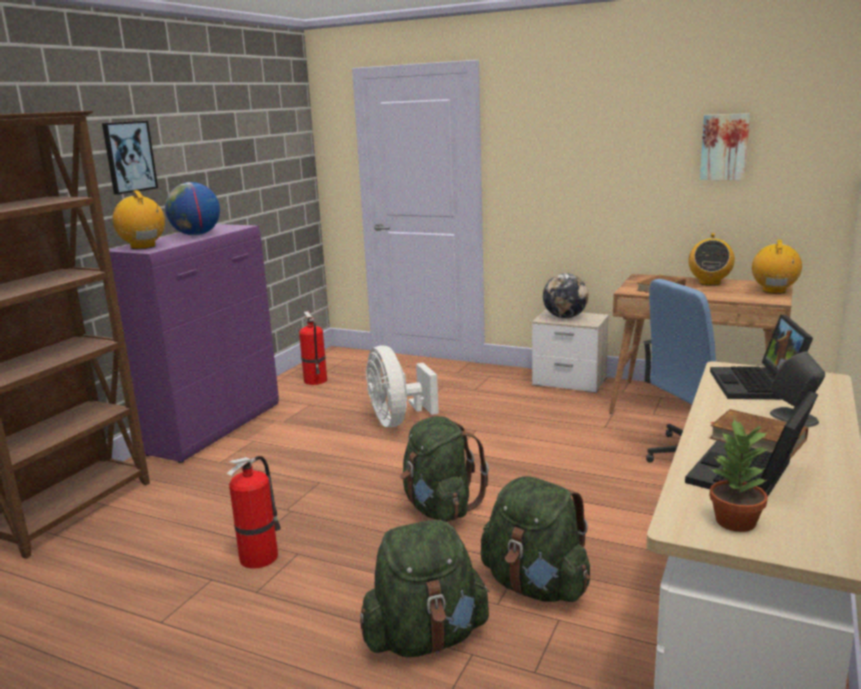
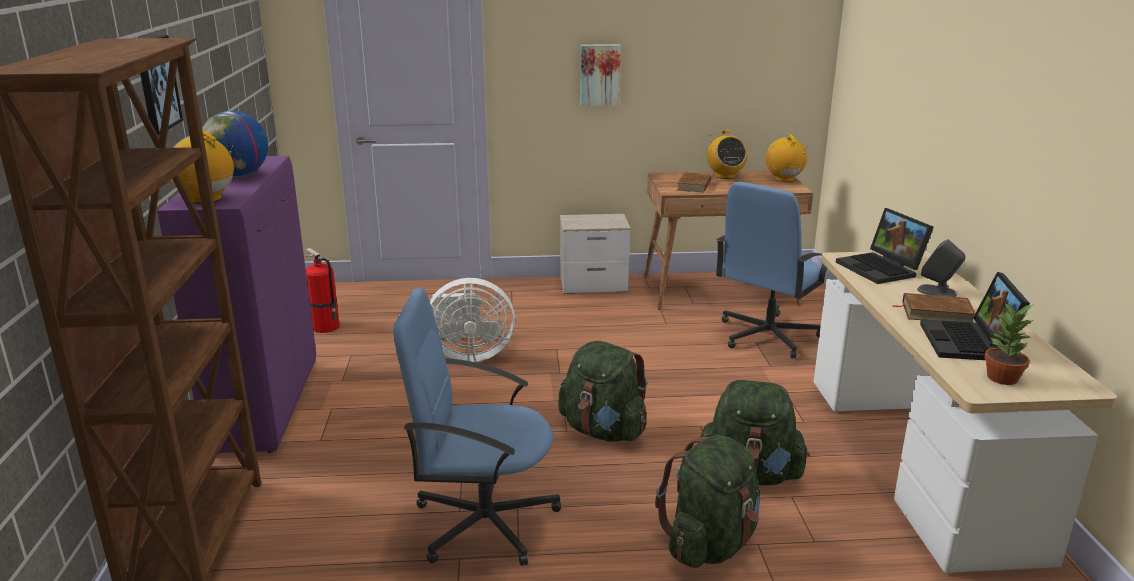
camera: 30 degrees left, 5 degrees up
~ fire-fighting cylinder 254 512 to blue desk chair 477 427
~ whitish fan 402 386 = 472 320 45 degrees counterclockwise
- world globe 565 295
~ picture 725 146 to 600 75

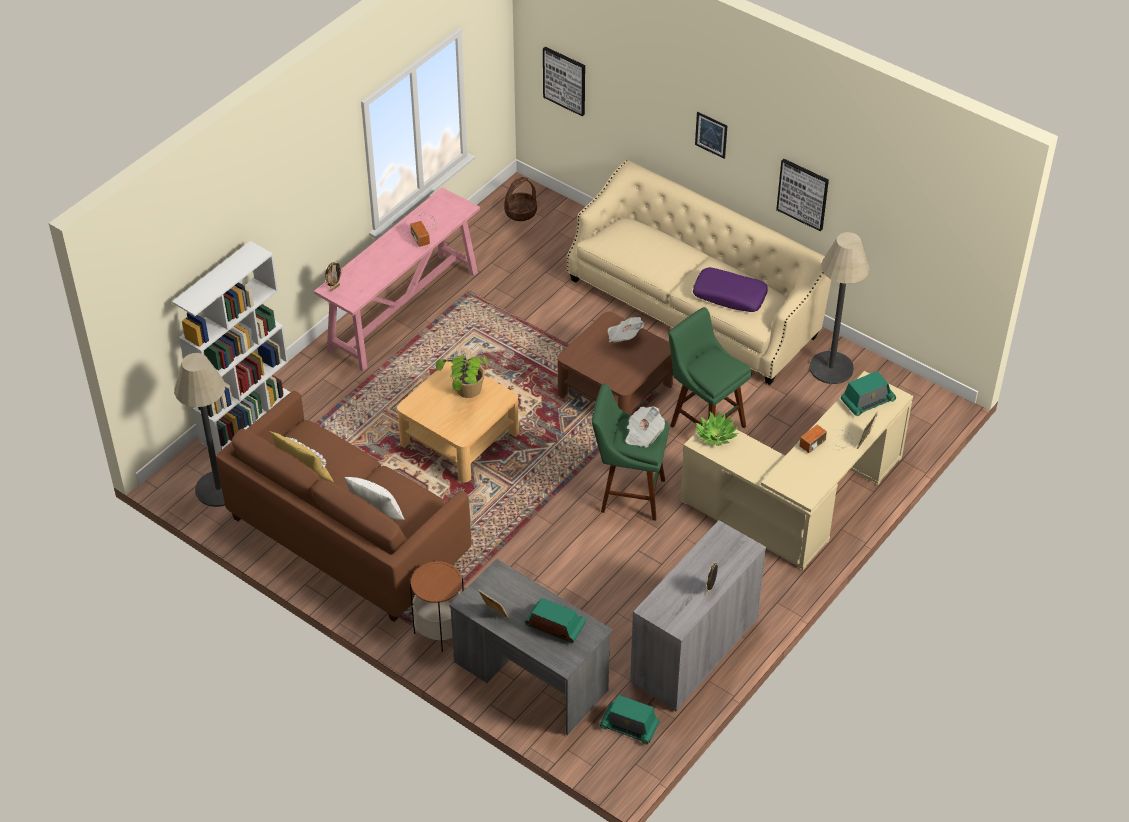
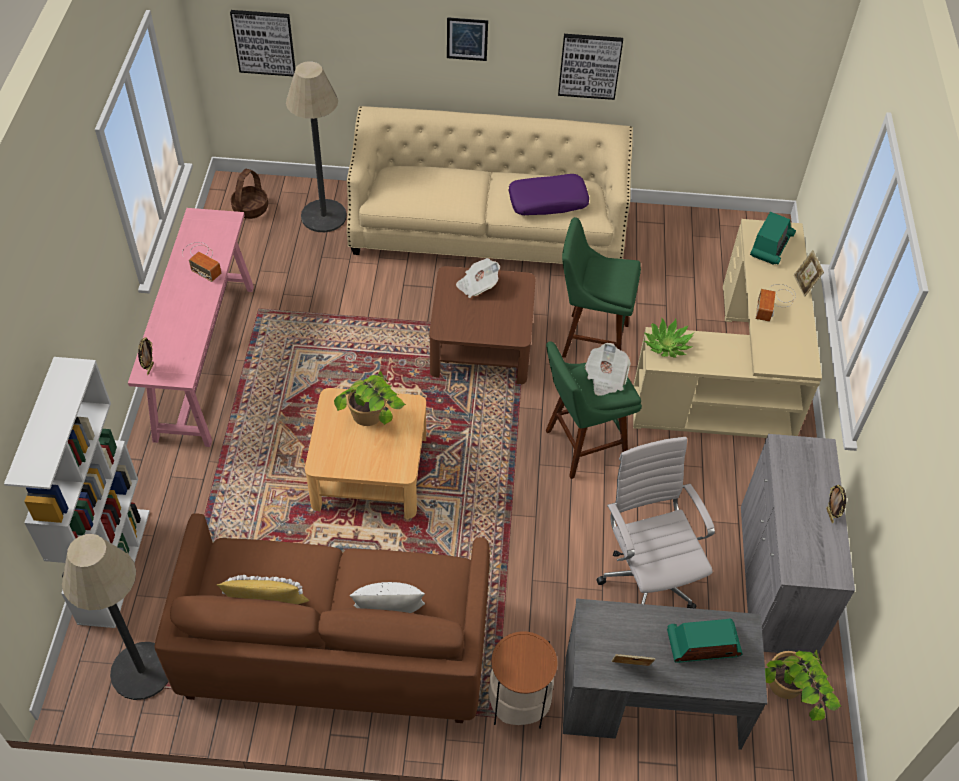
camera: 35 degrees left, 5 degrees up
~ radio receiver 630 719 to plant in a pot 803 685
~ standing lamp 839 308 to 316 146
+ whitish desk chair 655 523

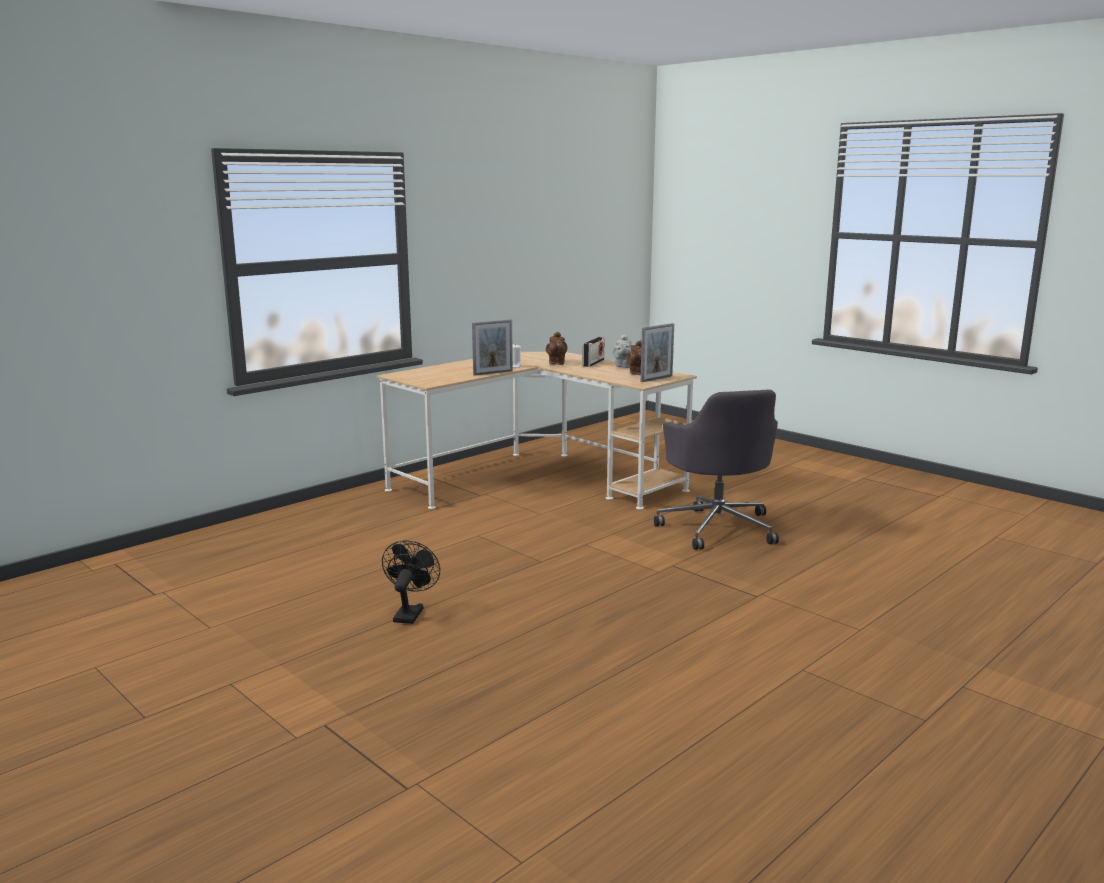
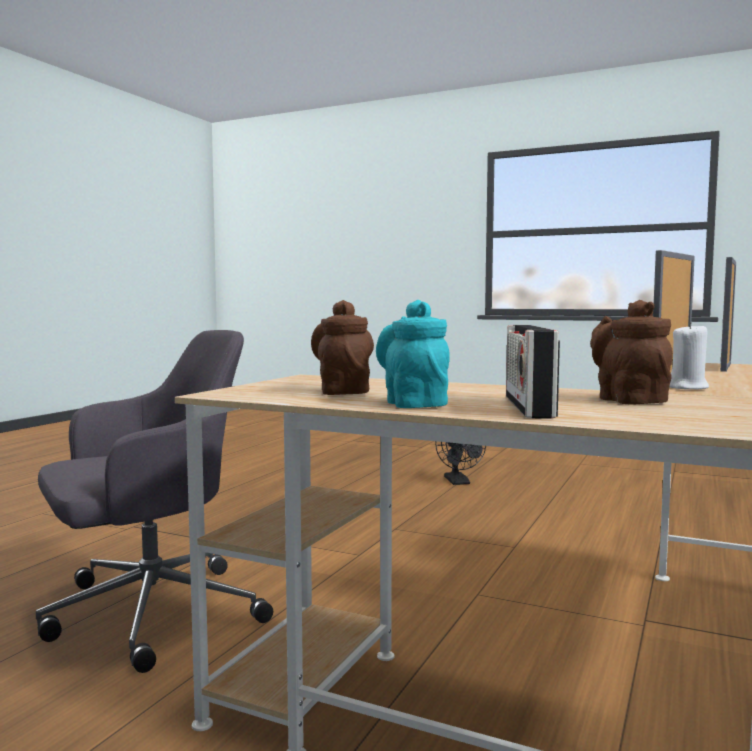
camera: 160 degrees right, 10 degrees down
~ grey teapot 623 351 to turquoise teapot 413 354
~ standing frame 657 352 to 728 314
~ grey desk chair 716 469 = 154 501 90 degrees clockwise

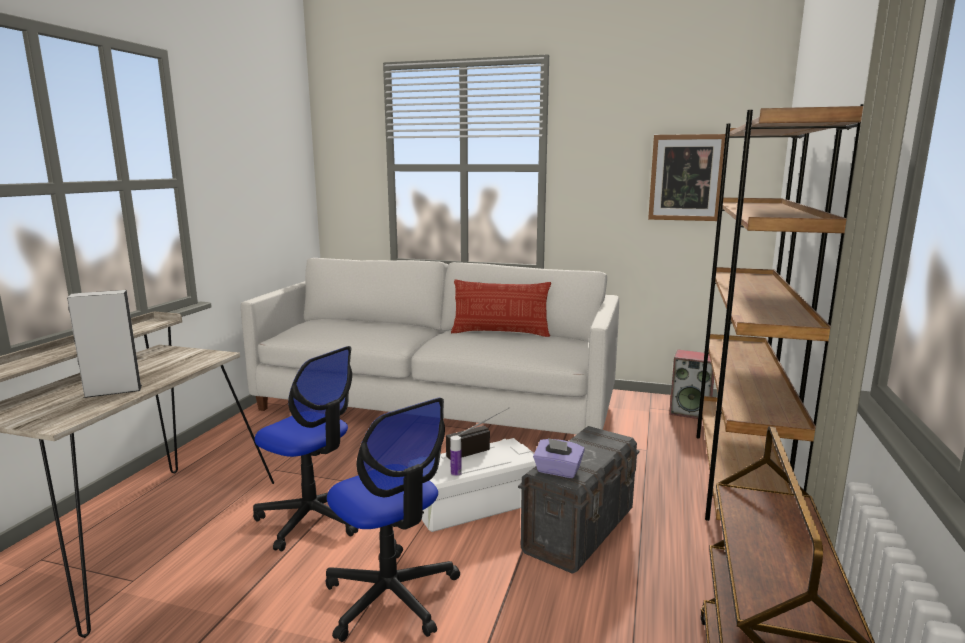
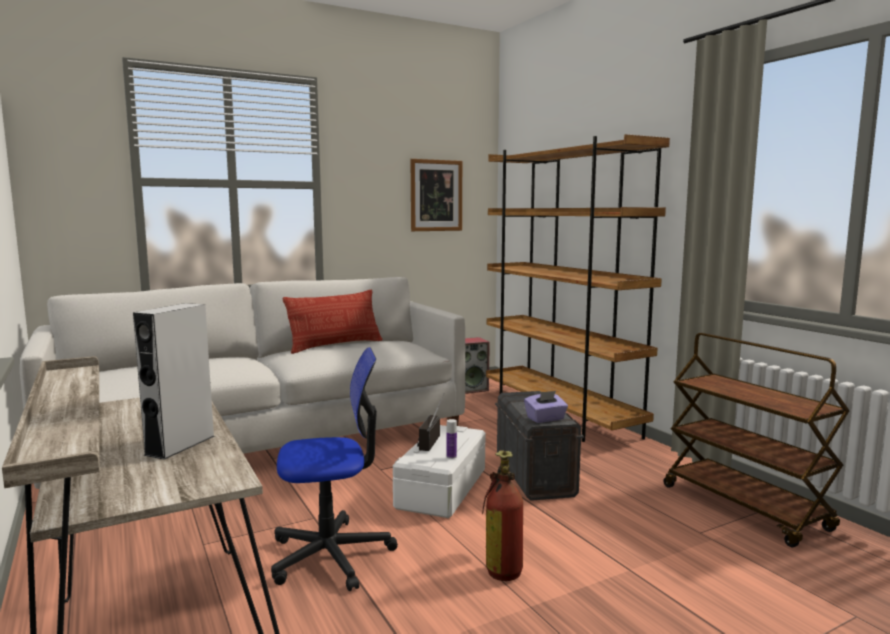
camera: 45 degrees left, 5 degrees down
~ desk chair 393 520 to fire-fighting cylinder 502 515

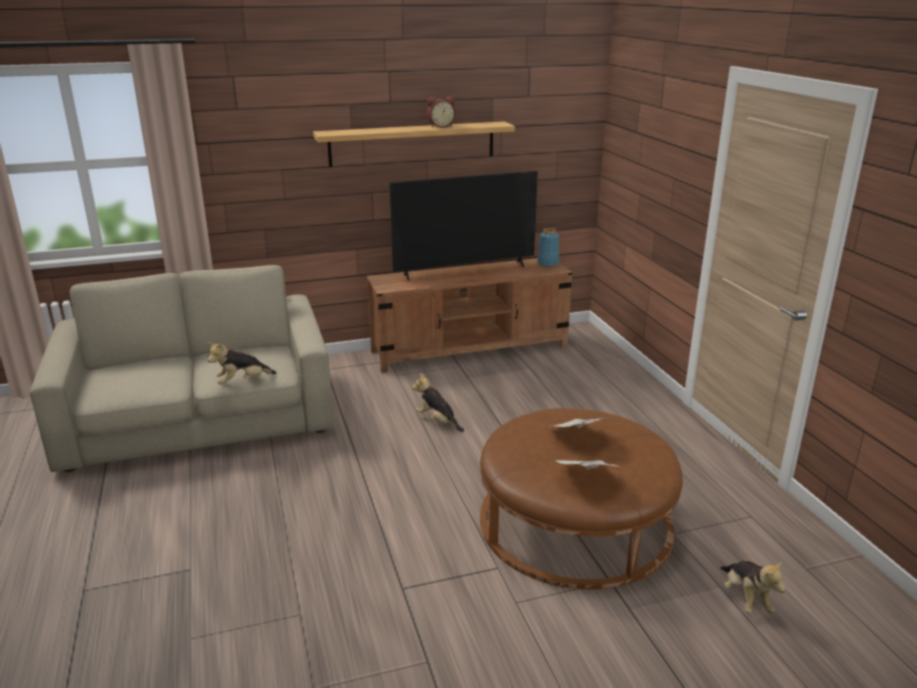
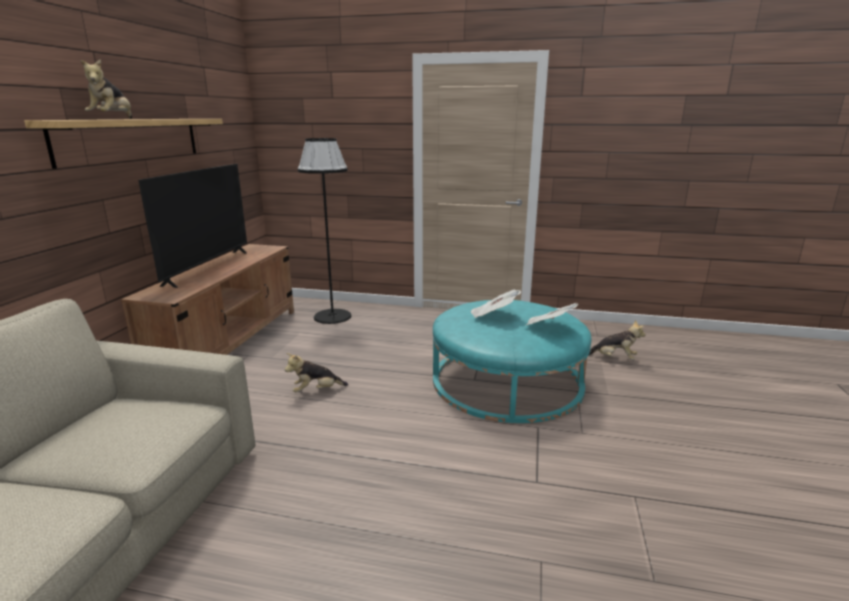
camera: 60 degrees left, 5 degrees down
~ cuddly toy 242 363 to 106 89
- alarm clock 441 112
~ brown footrest 581 498 to turquoise footrest 512 361
- blue flower vase 548 247
+ blackish standing lamp 325 231

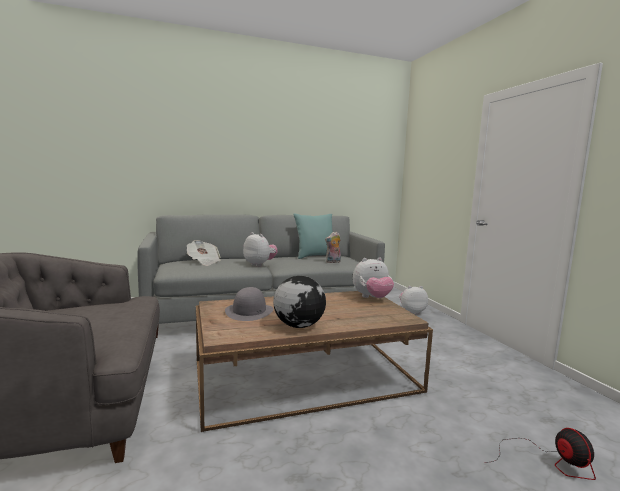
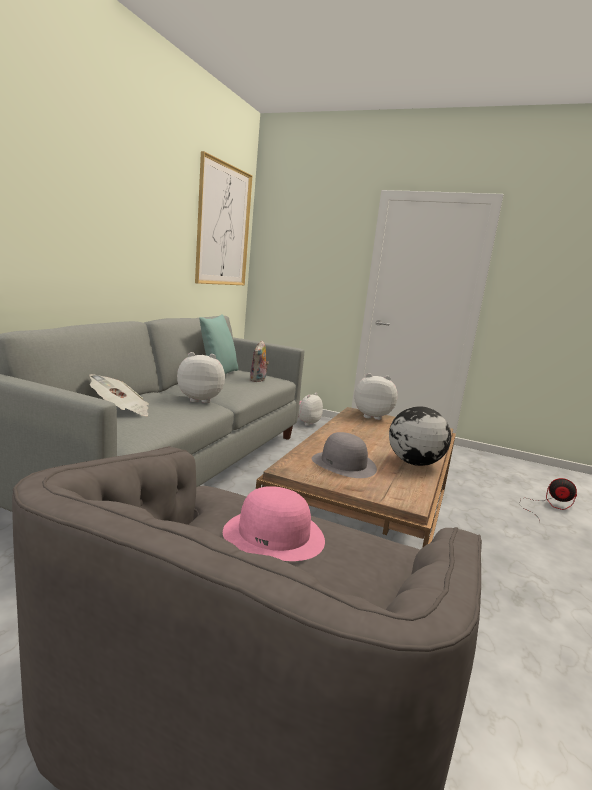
camera: 50 degrees left, 5 degrees up
~ cuddly toy 373 277 = 376 396 105 degrees counterclockwise
+ picture 224 218
+ pink-coloured wearable hat 274 523

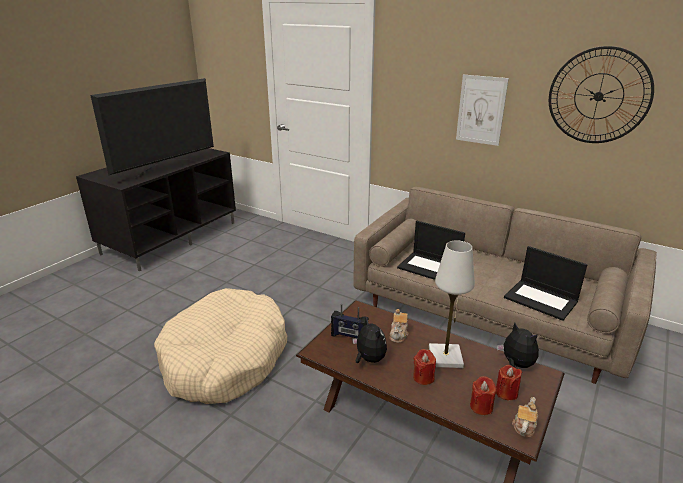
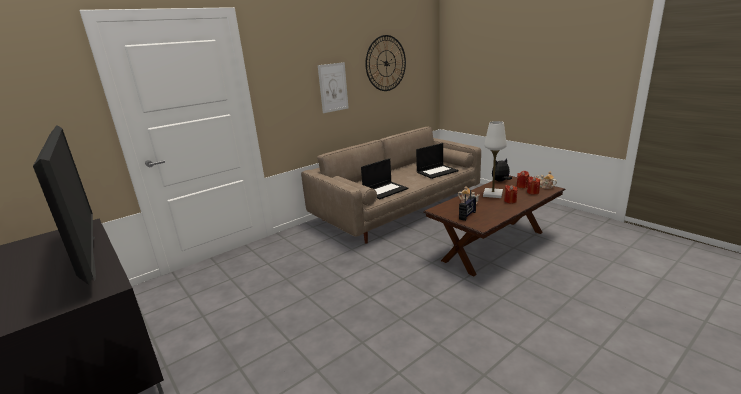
camera: 70 degrees left, 5 degrees down
- beige dog cushion 220 346
- cuddly toy 369 340

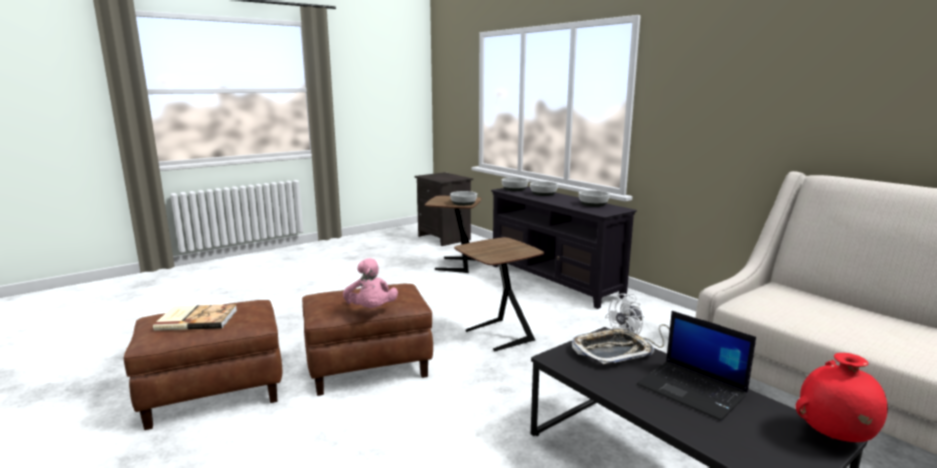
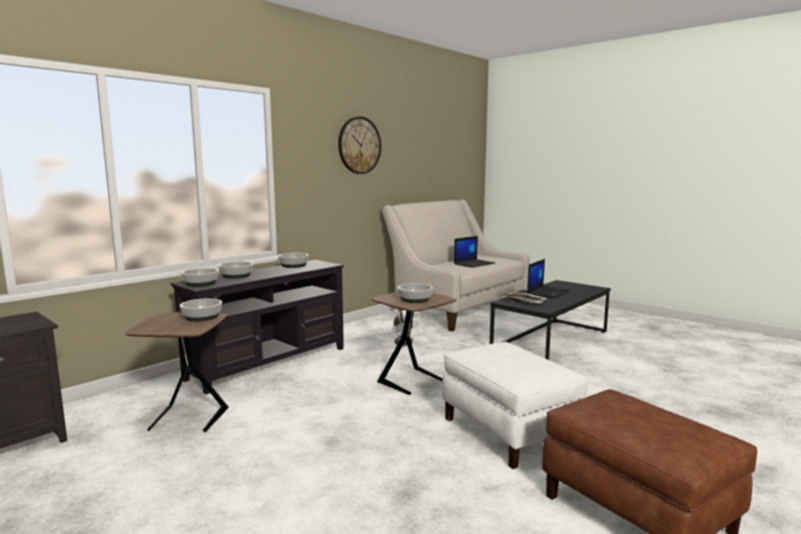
camera: 100 degrees left, 5 degrees down
- volume 195 317
~ brown footrest 367 340 to whitish footrest 515 405
- pink-coloured cuddly toy 370 283
- red-coloured flower vase 841 397
+ wall clock 359 145
+ deep dish 415 293
+ notebook computer 474 252

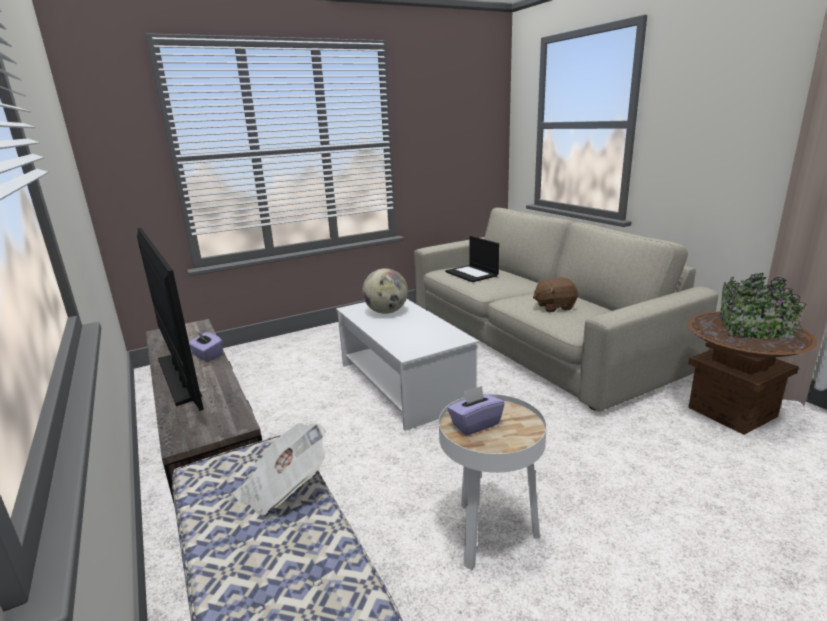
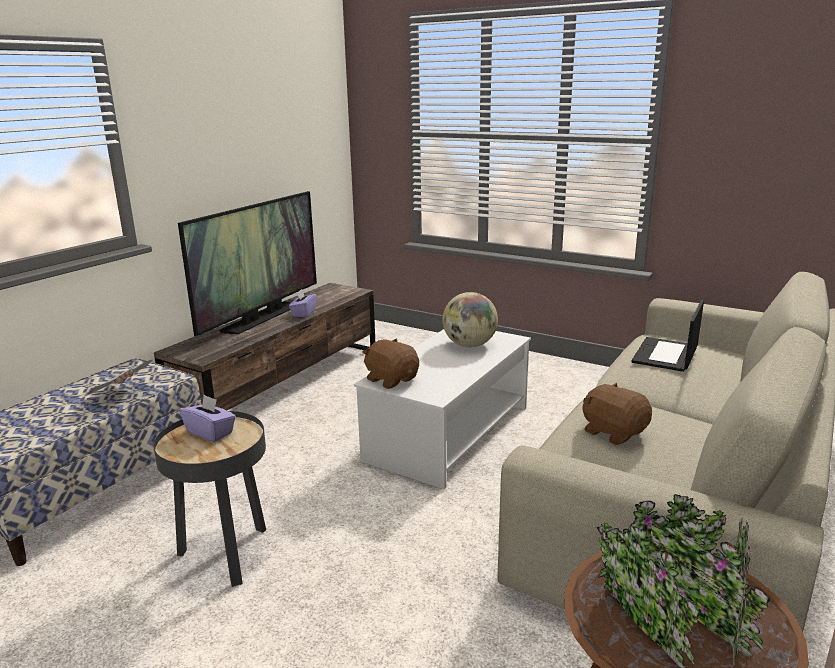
camera: 60 degrees right, 0 degrees up
~ whitish side table 493 482 to blackish side table 209 499
+ brown cuddly toy 390 363

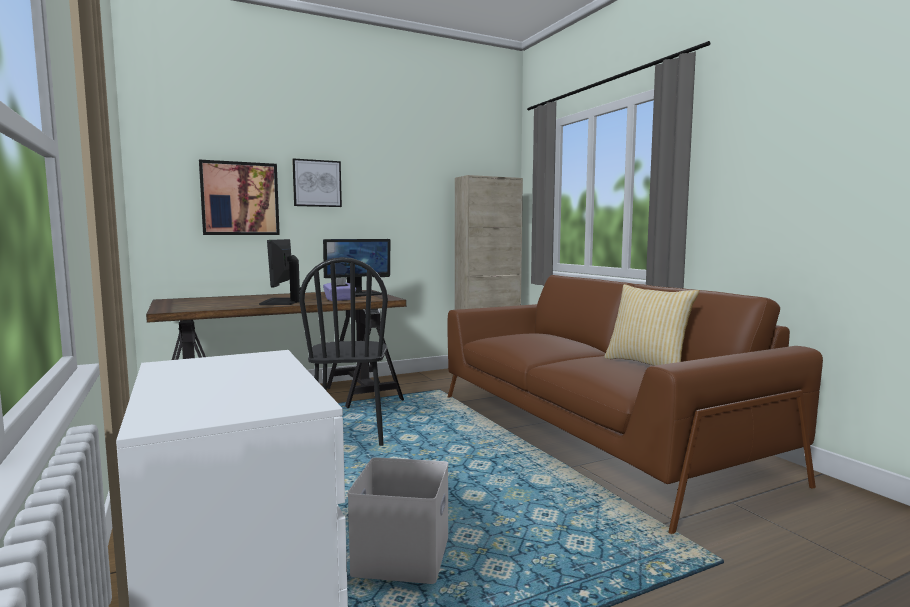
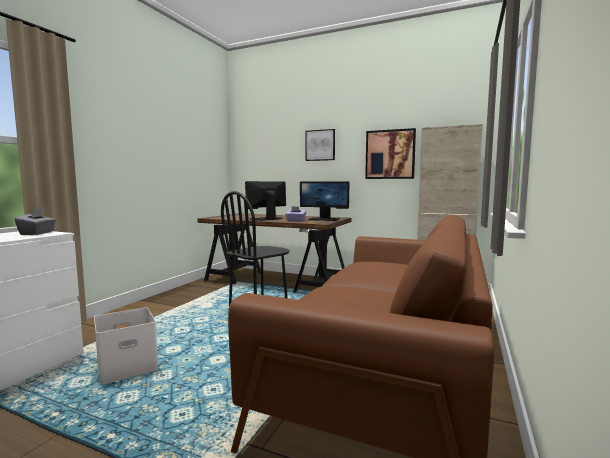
camera: 50 degrees right, 0 degrees up
~ picture 239 197 to 390 153
- cushion 651 325
+ grey tissue holder 35 222

